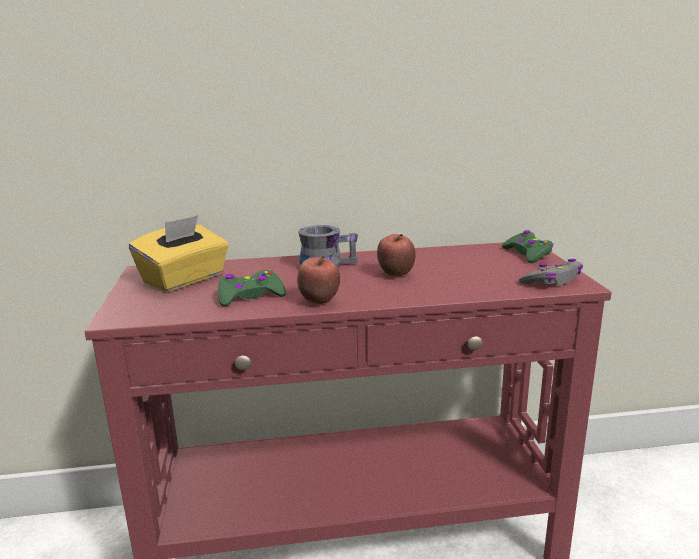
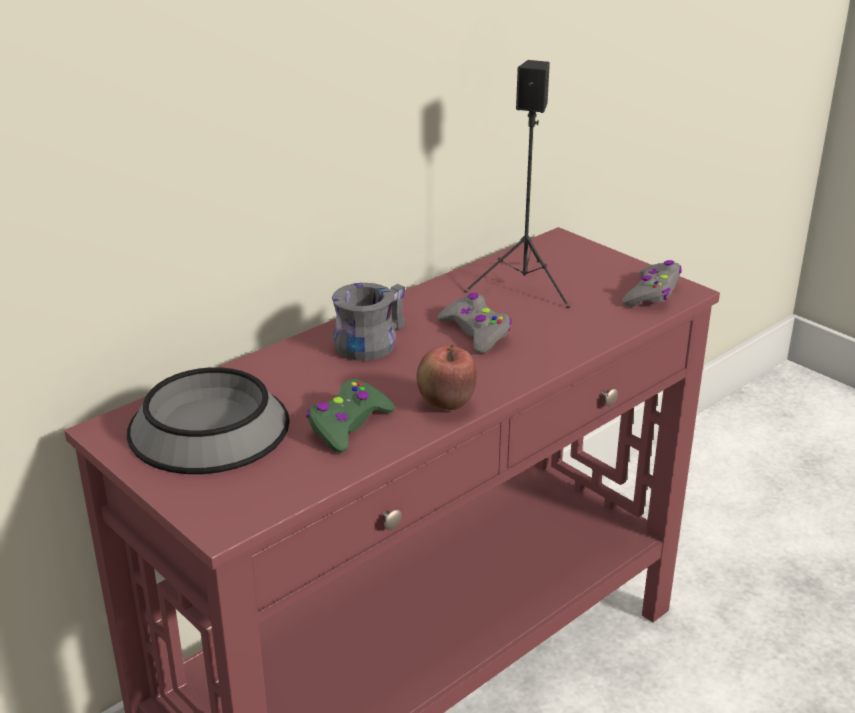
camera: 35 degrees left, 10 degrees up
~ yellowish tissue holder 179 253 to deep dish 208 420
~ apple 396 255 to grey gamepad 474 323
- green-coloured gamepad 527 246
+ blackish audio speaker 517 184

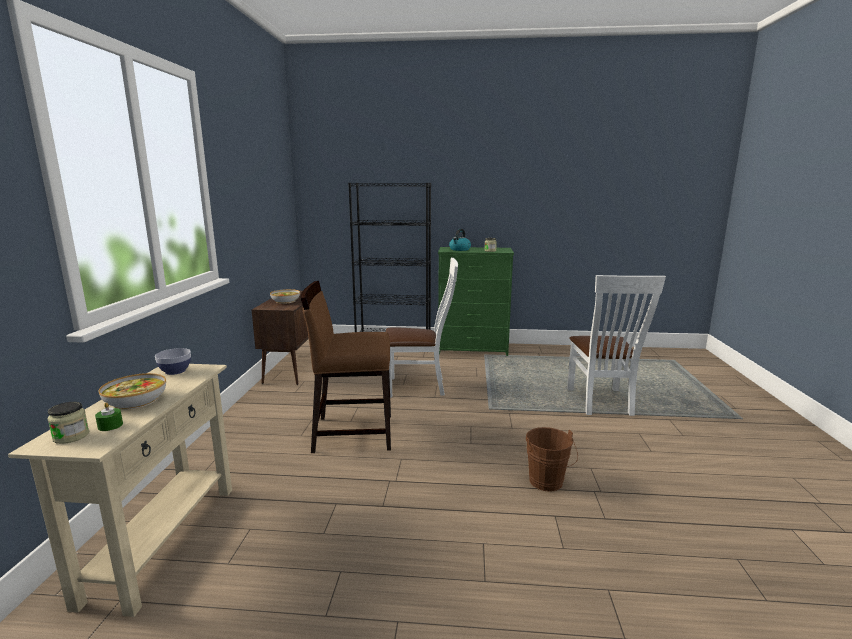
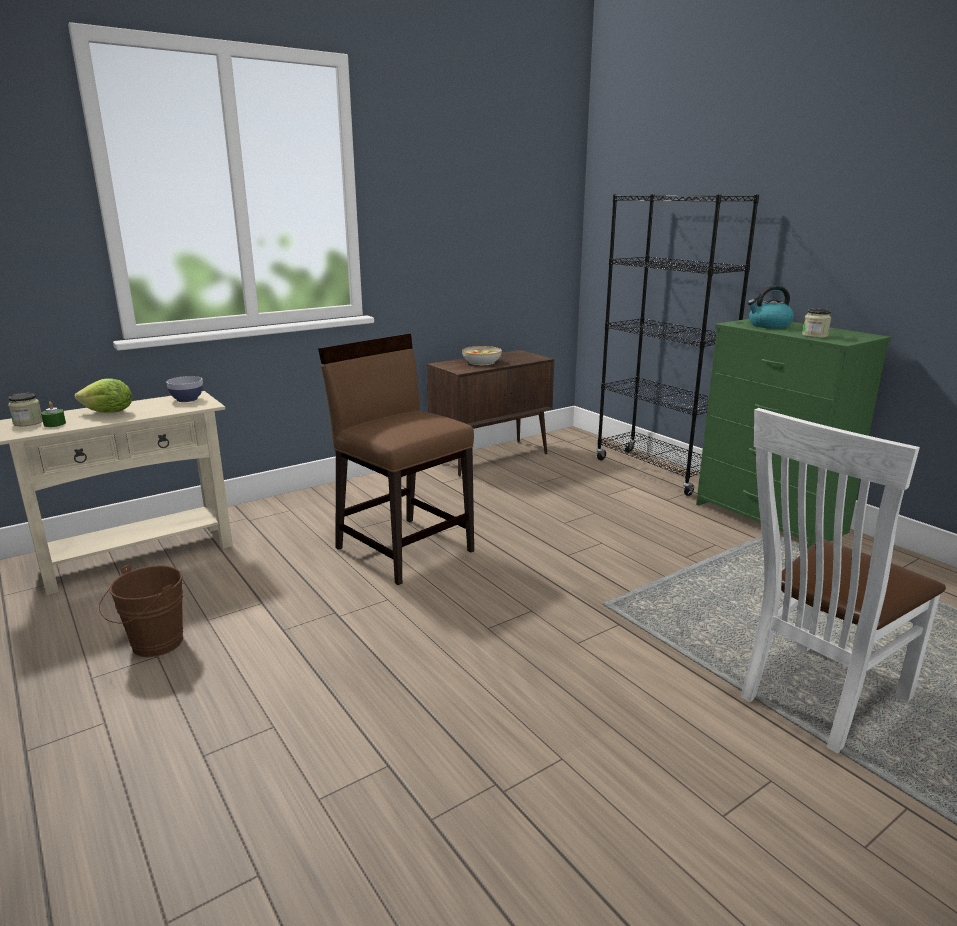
camera: 50 degrees right, 5 degrees up
~ deep dish 132 391 to lettuce head 103 395
- whitish upright chair 422 327
~ brown bucket 552 459 to 141 610

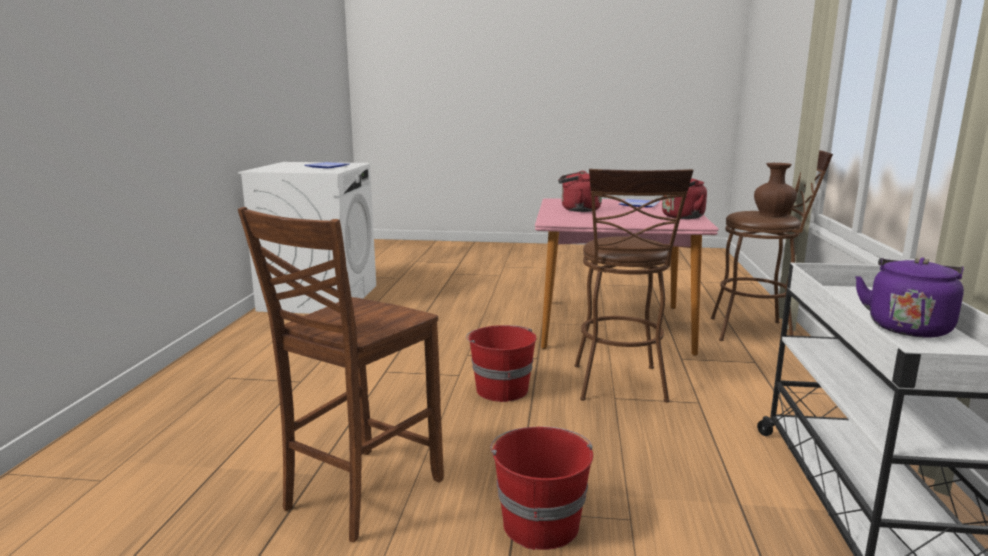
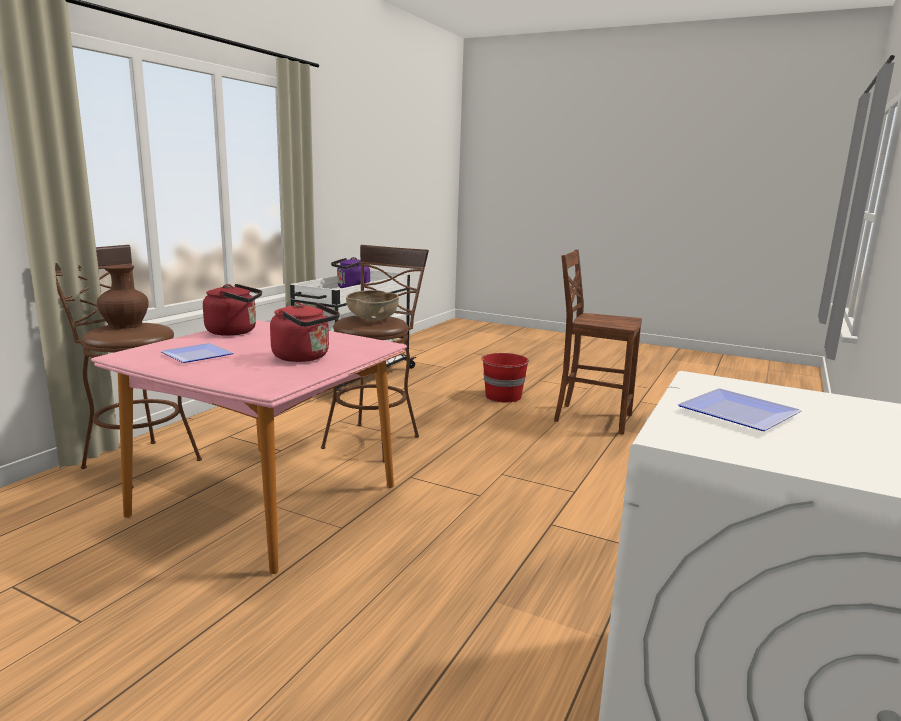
camera: 160 degrees left, 0 degrees up
~ brown upright chair 341 374 = 598 342 120 degrees counterclockwise
- red-coloured bucket 501 363
+ brown deep dish 372 305

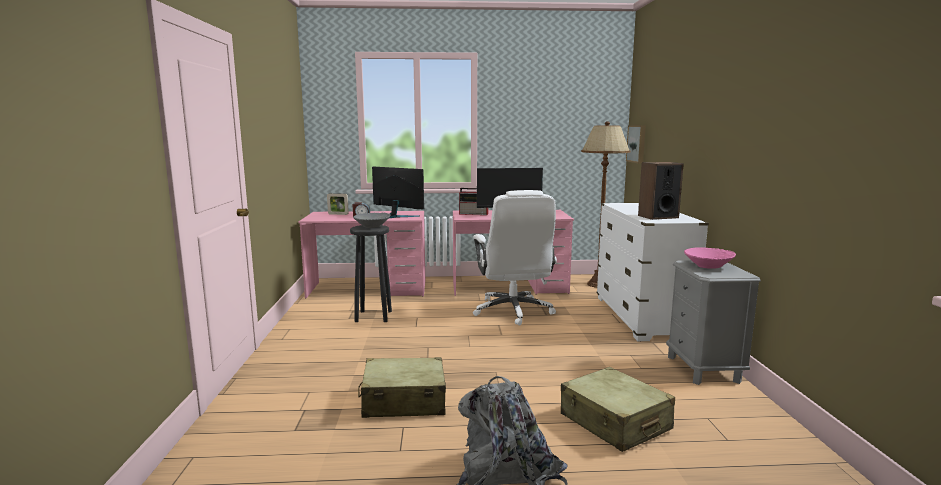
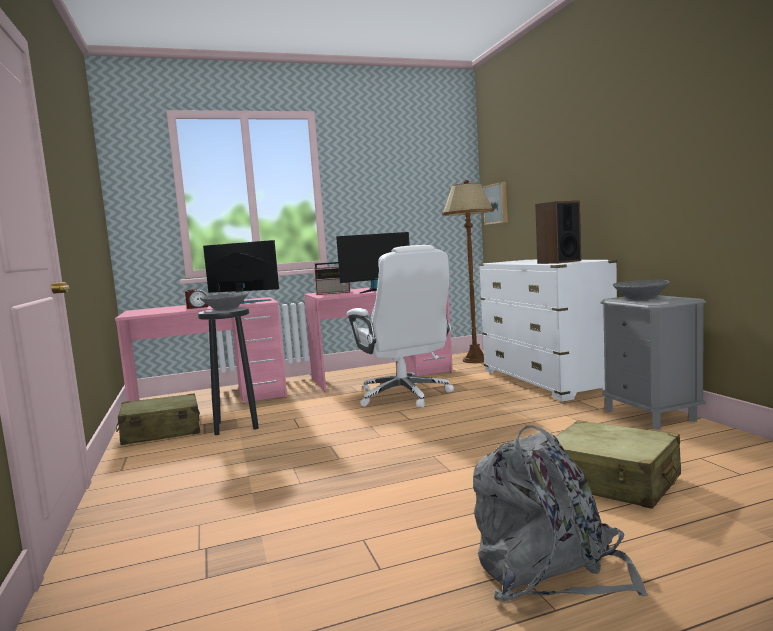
camera: 15 degrees left, 5 degrees down
- standing frame 338 204
~ beige piece of luggage 402 387 to 158 419
~ pink-coloured deep dish 710 258 to grey deep dish 641 290

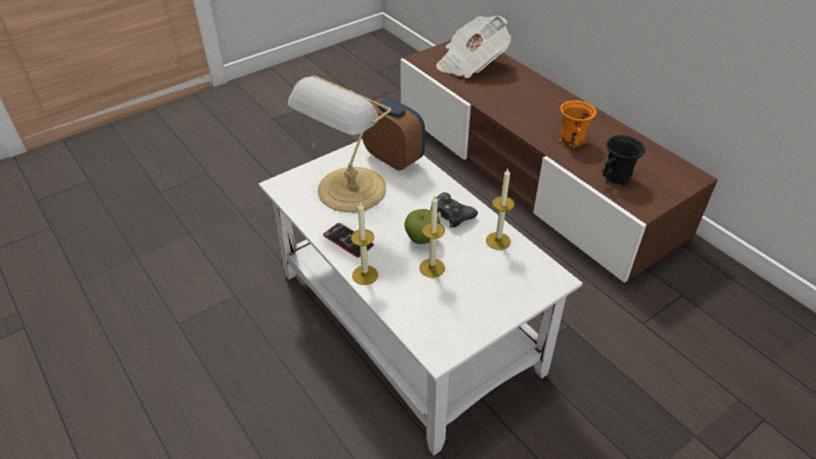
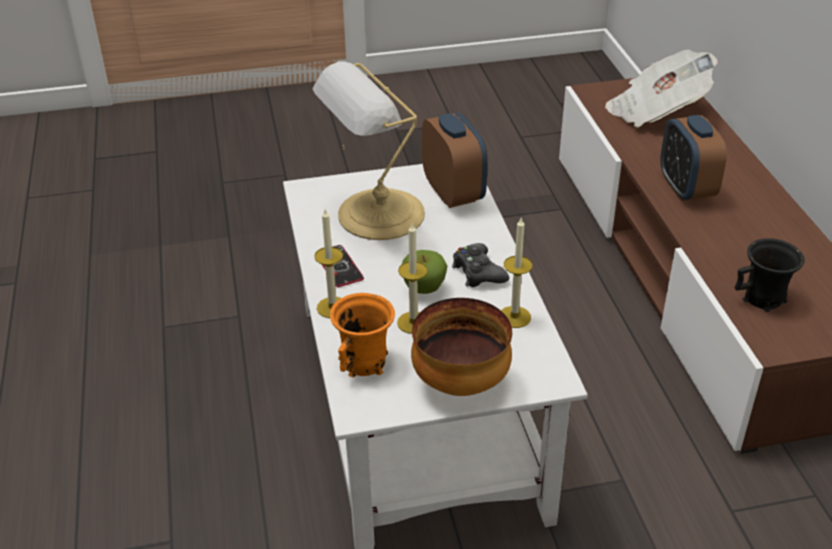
camera: 25 degrees right, 5 degrees down
~ orange-coloured coffee mug 577 124 to 362 335
+ deep dish 461 347
+ alarm clock 693 158

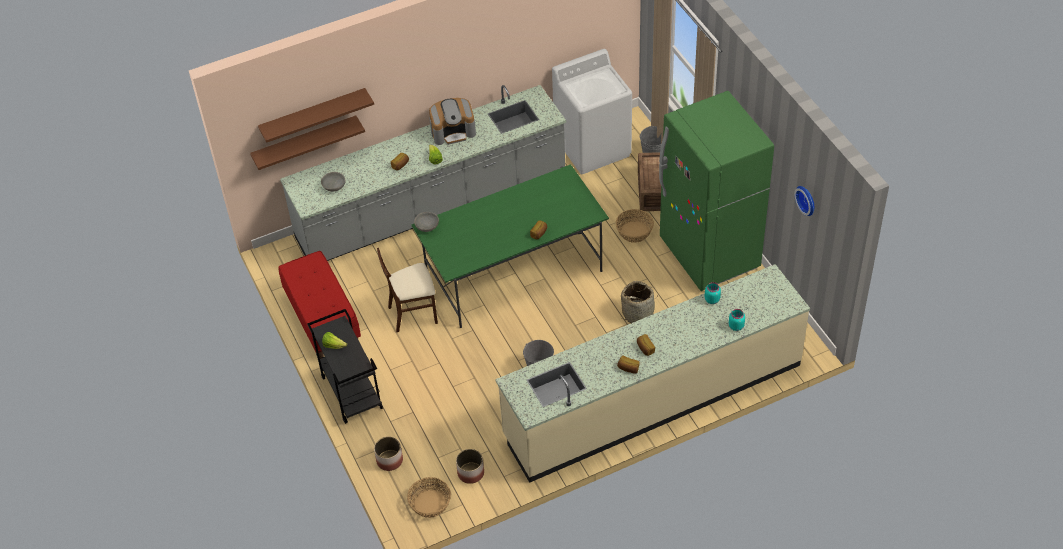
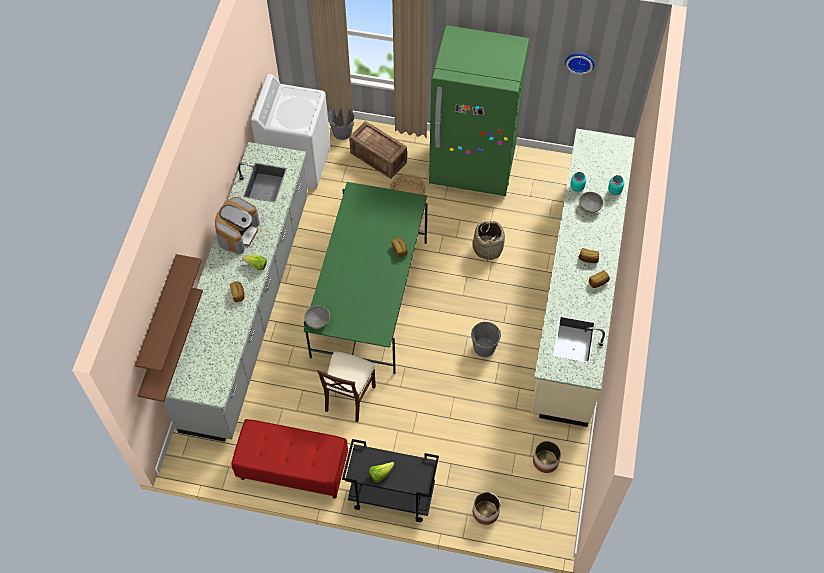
camera: 55 degrees left, 10 degrees up
~ grey deep dish 333 182 to 591 202
- basket 429 497

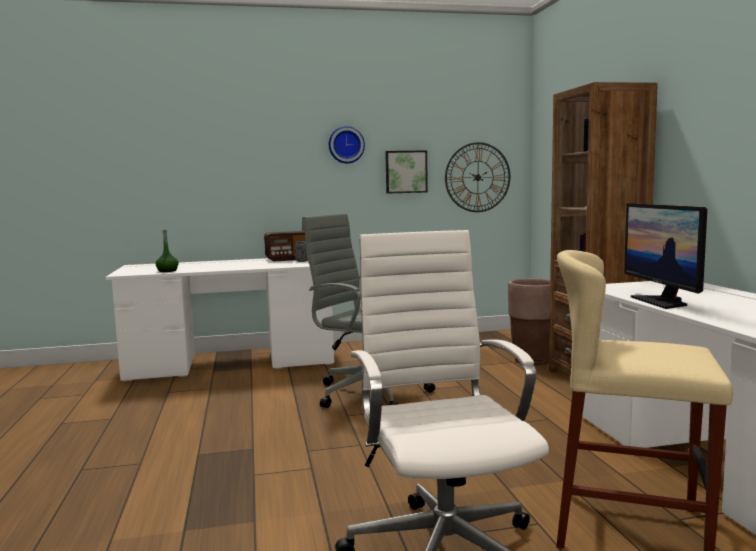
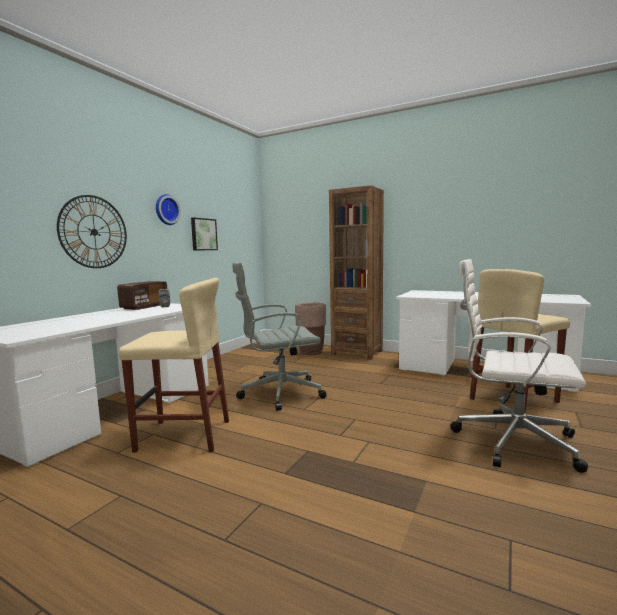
camera: 50 degrees left, 0 degrees up
- green-coloured drink bottle 167 250
~ wall clock 477 177 to 92 231
- computer display 665 256
+ beige stool seat 174 365

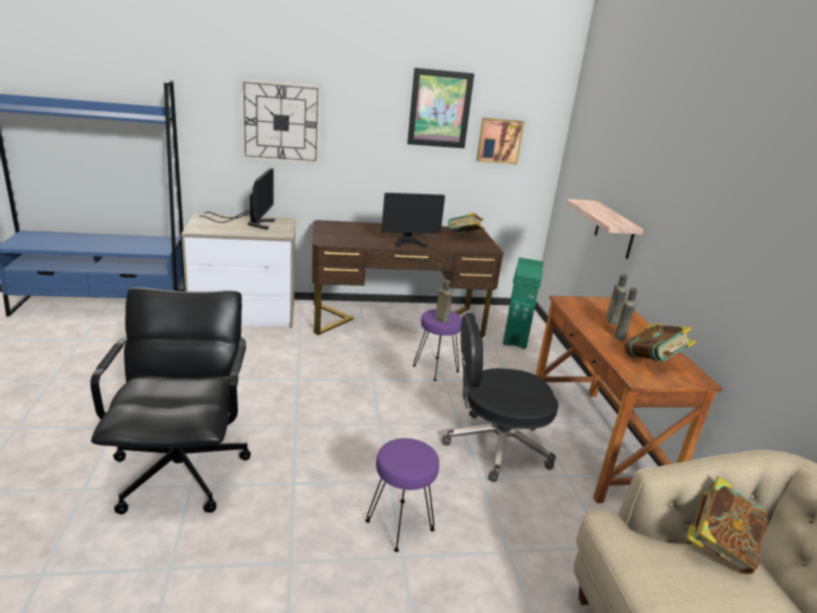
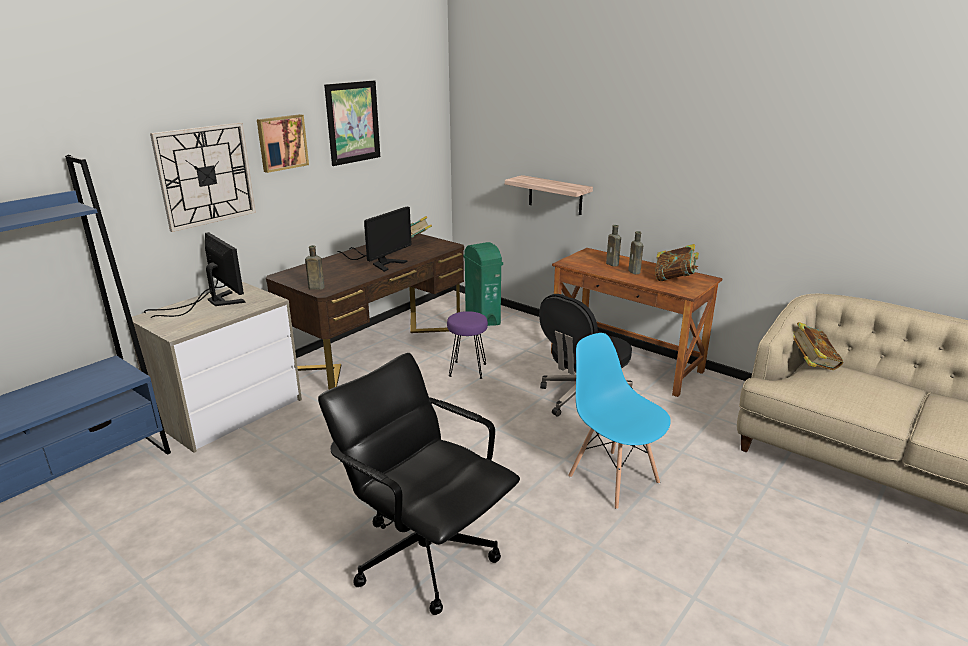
camera: 40 degrees left, 0 degrees up
~ purple-coloured stool seat 402 495 to blue upright chair 619 421
~ brown drink bottle 443 301 to 315 267
~ picture 500 141 to 283 143

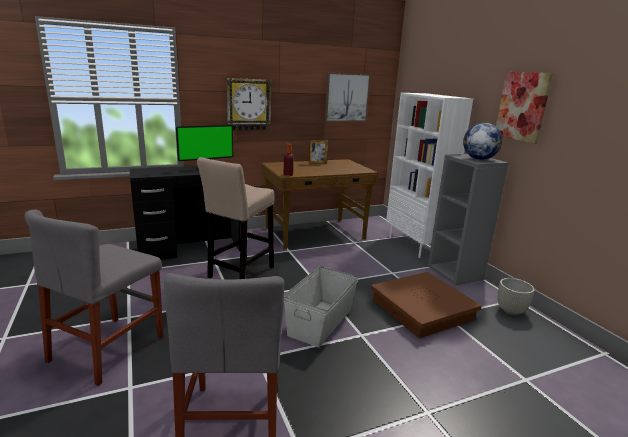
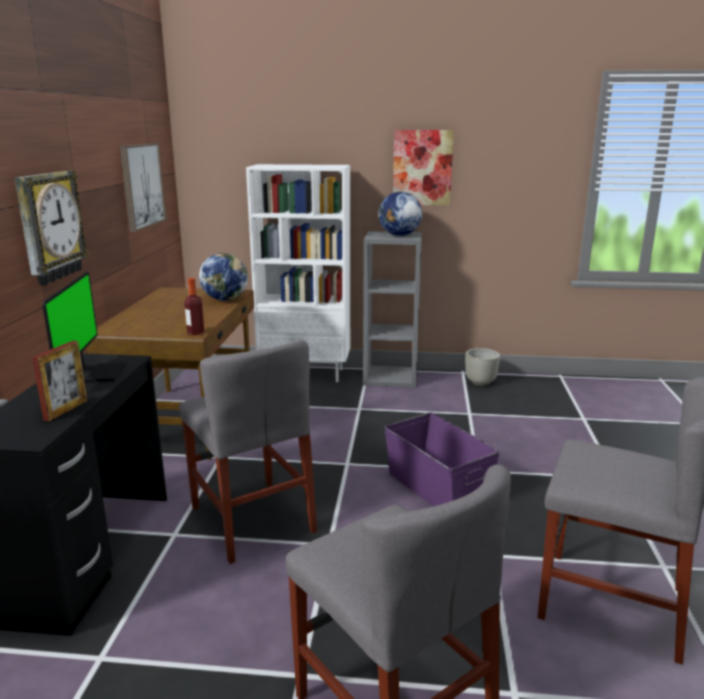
camera: 60 degrees left, 0 degrees up
~ beige stool seat 236 218 to grey upright chair 248 452
~ grey storage box 321 307 to purple-coloured storage box 442 459
~ standing frame 318 152 to 59 381
- brown storage box 426 305
+ world globe 223 276

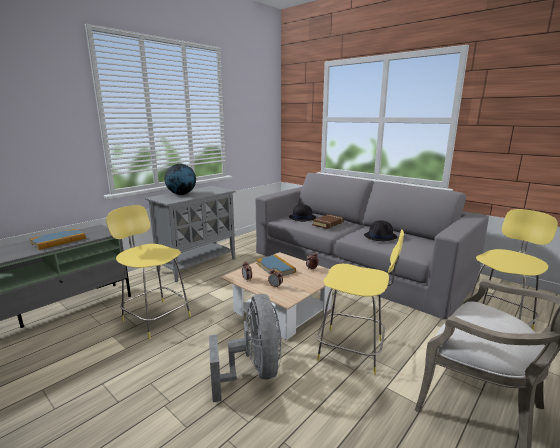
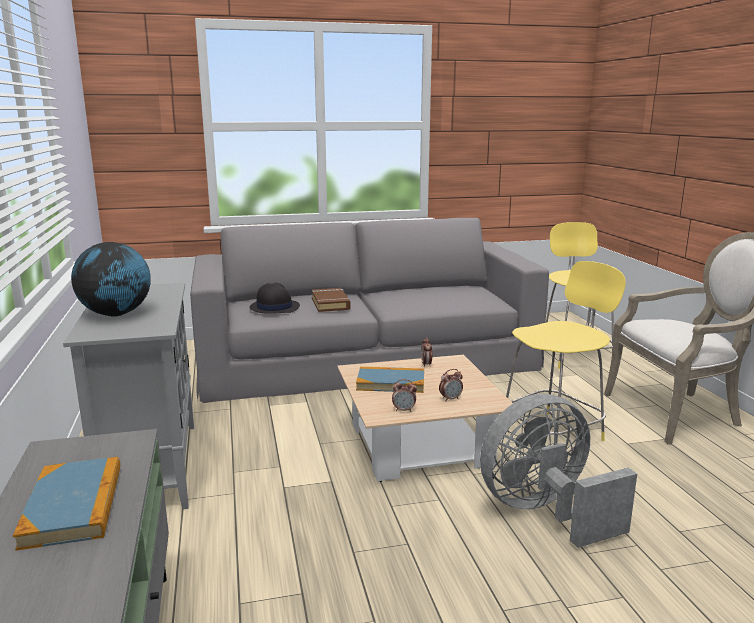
camera: 55 degrees left, 0 degrees up
- yellowish stool seat 148 272
~ grey fan 245 348 = 558 471 45 degrees counterclockwise
- blackish wearable hat 381 231

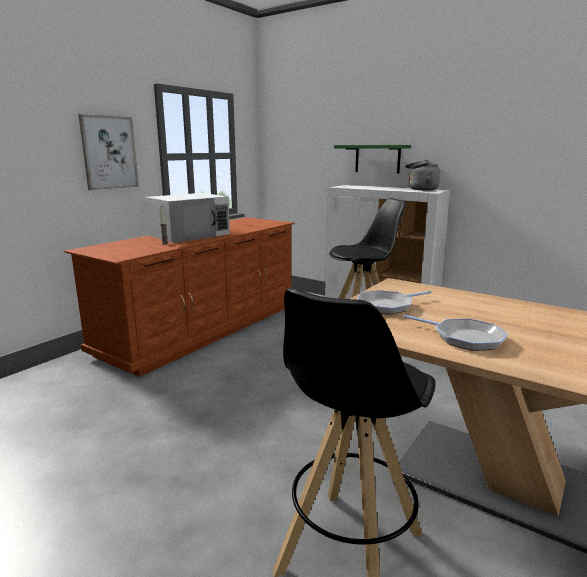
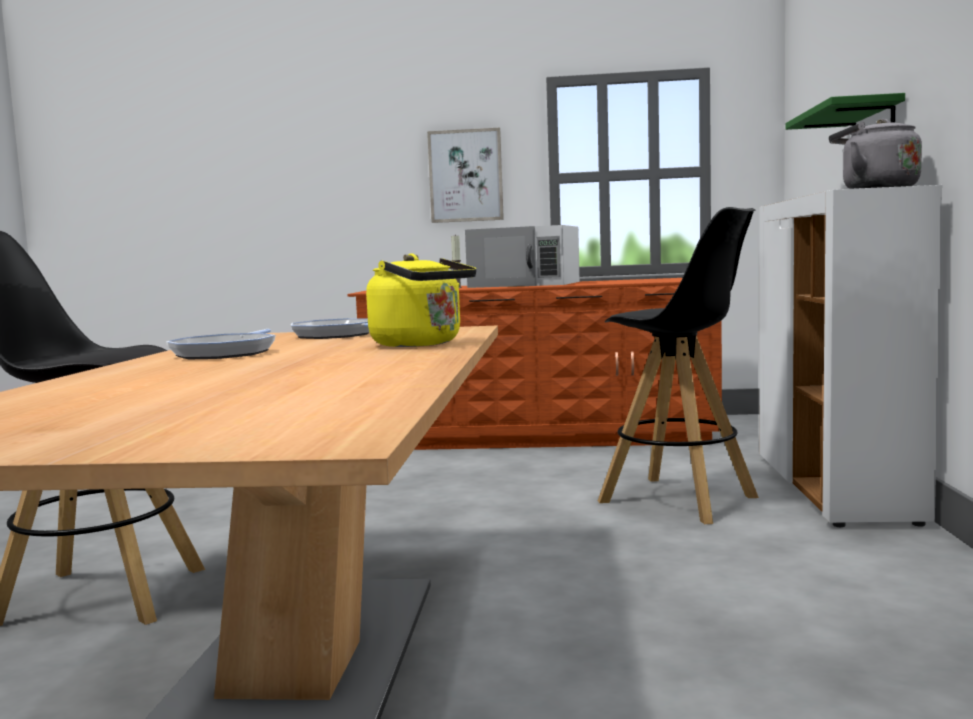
camera: 60 degrees right, 10 degrees down
+ yellowish water kettle 421 300

